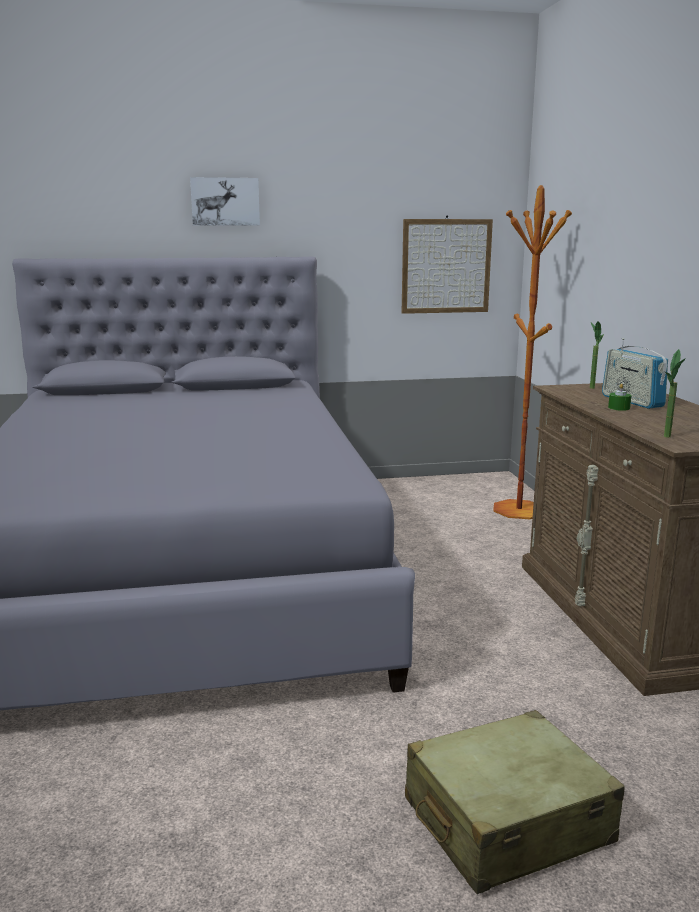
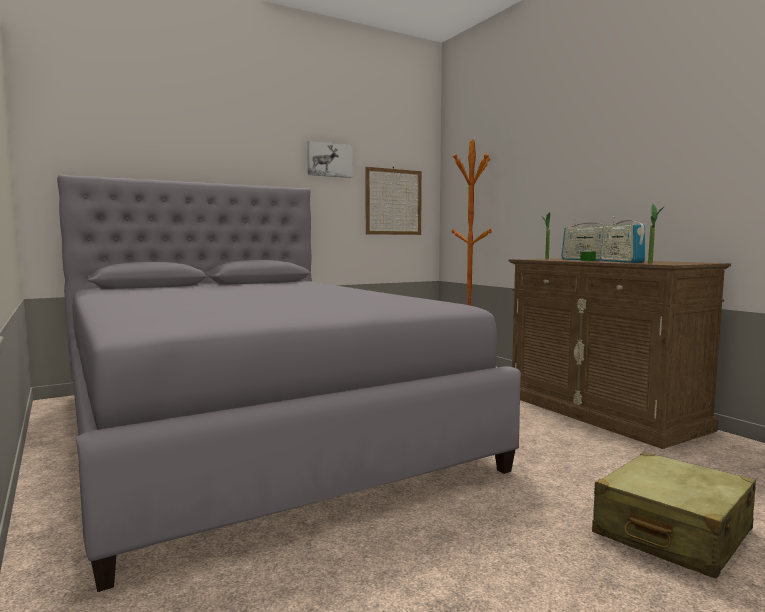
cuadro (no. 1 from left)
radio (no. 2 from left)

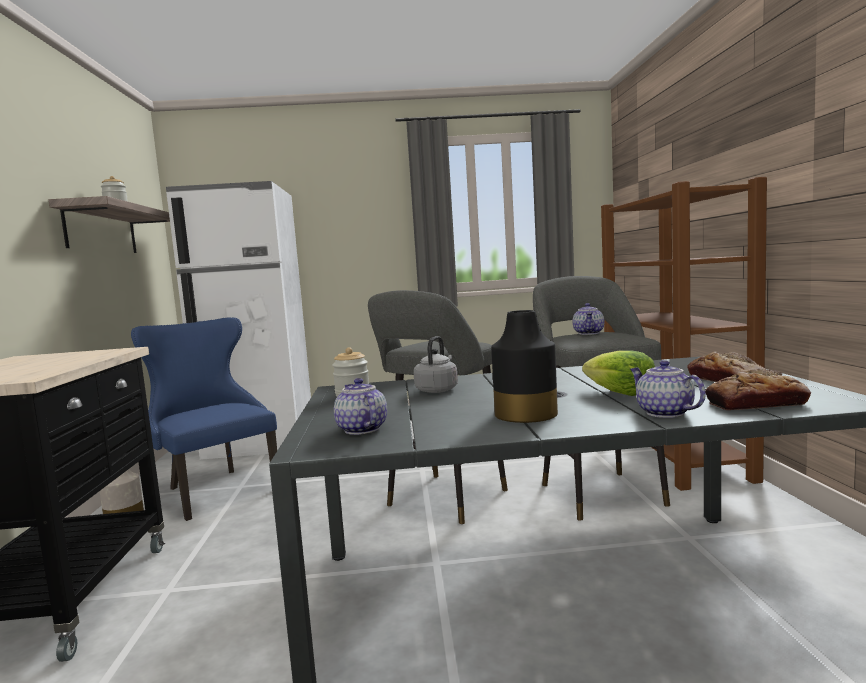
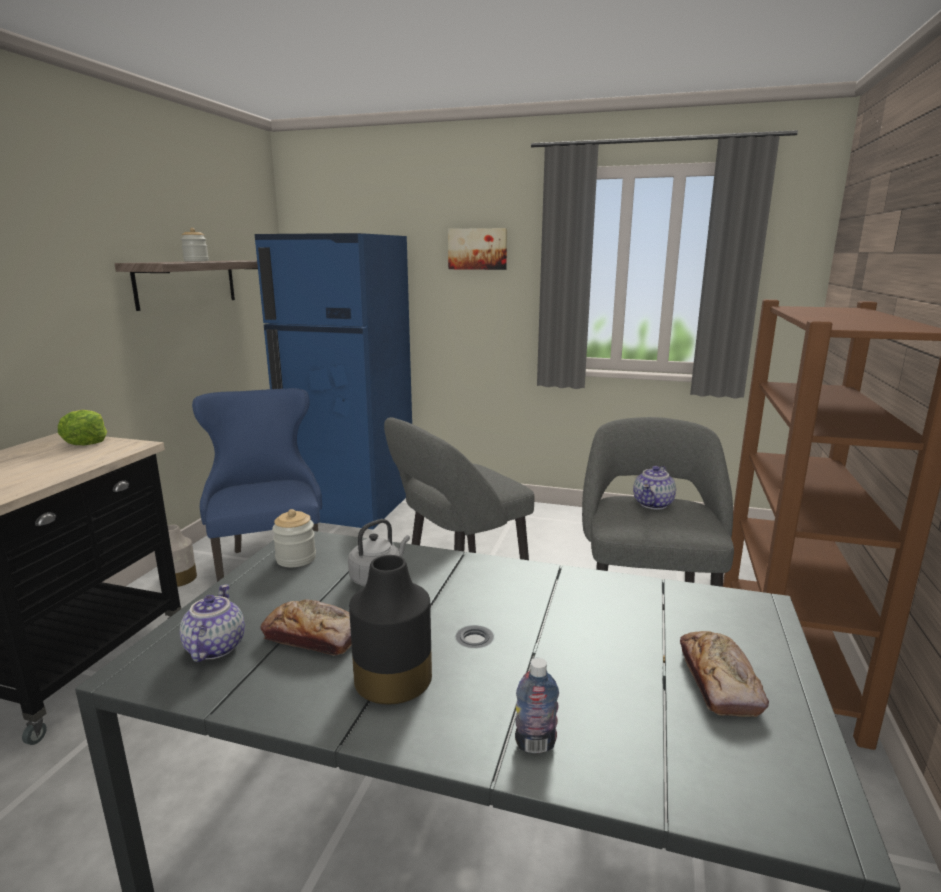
lechuga
nevera [azul]
pan (no. 1 from left)
cuadro
botella

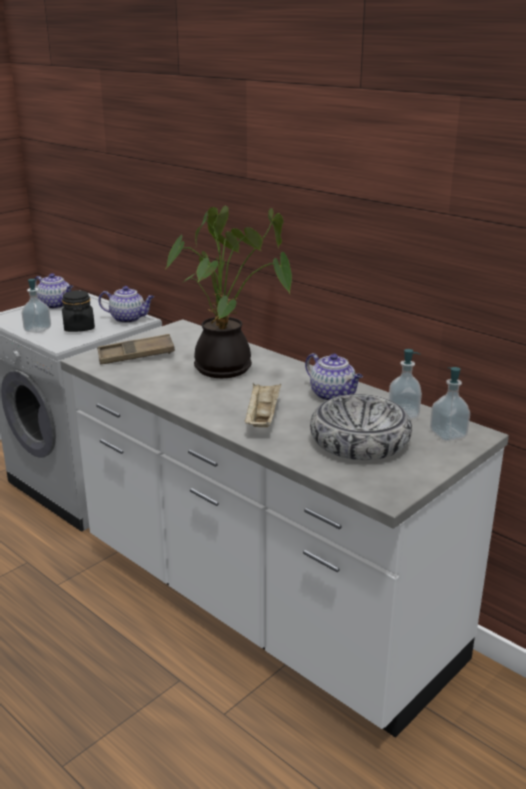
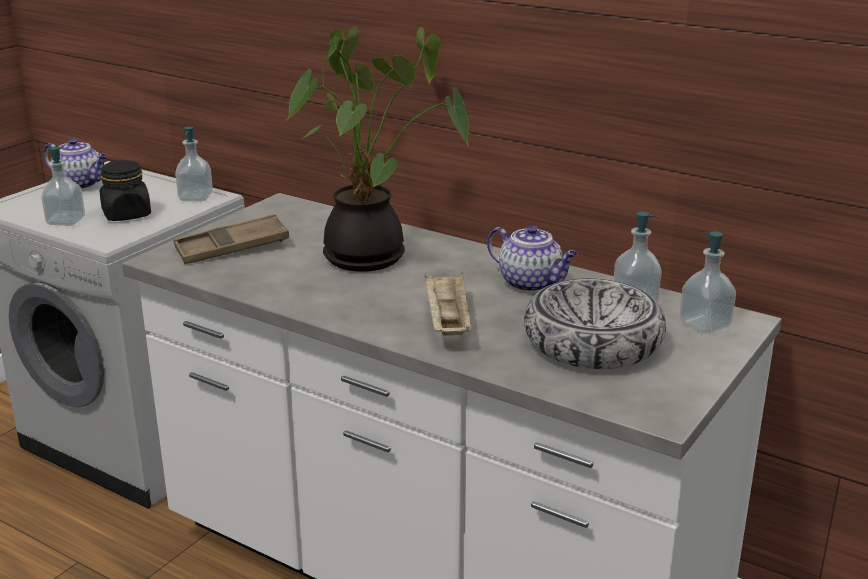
dispensador de jabón (no. 2 from left)

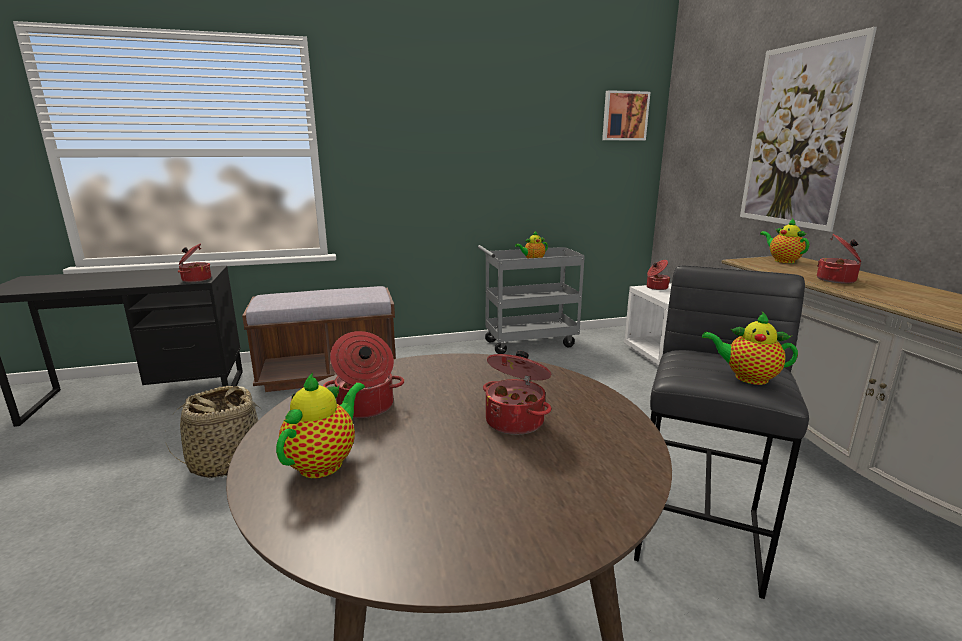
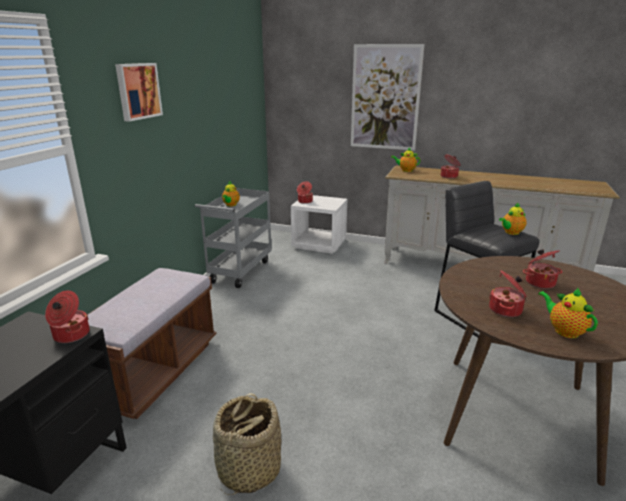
cuadro (no. 1 from left)

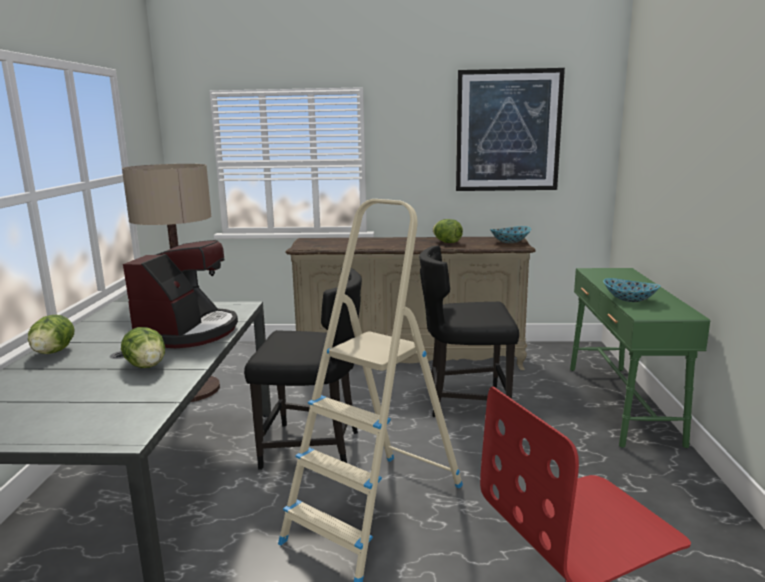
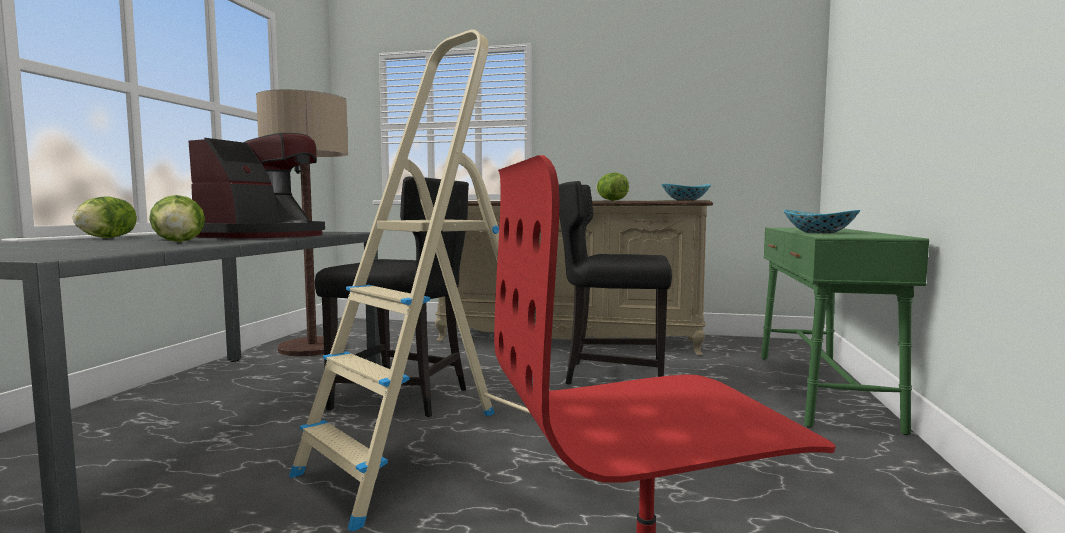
cuadro

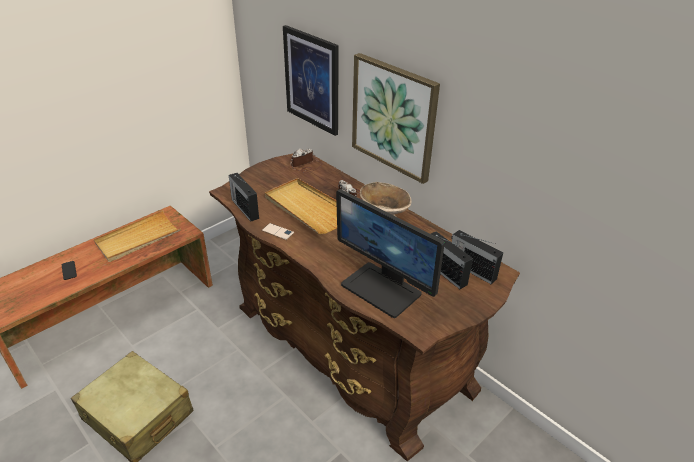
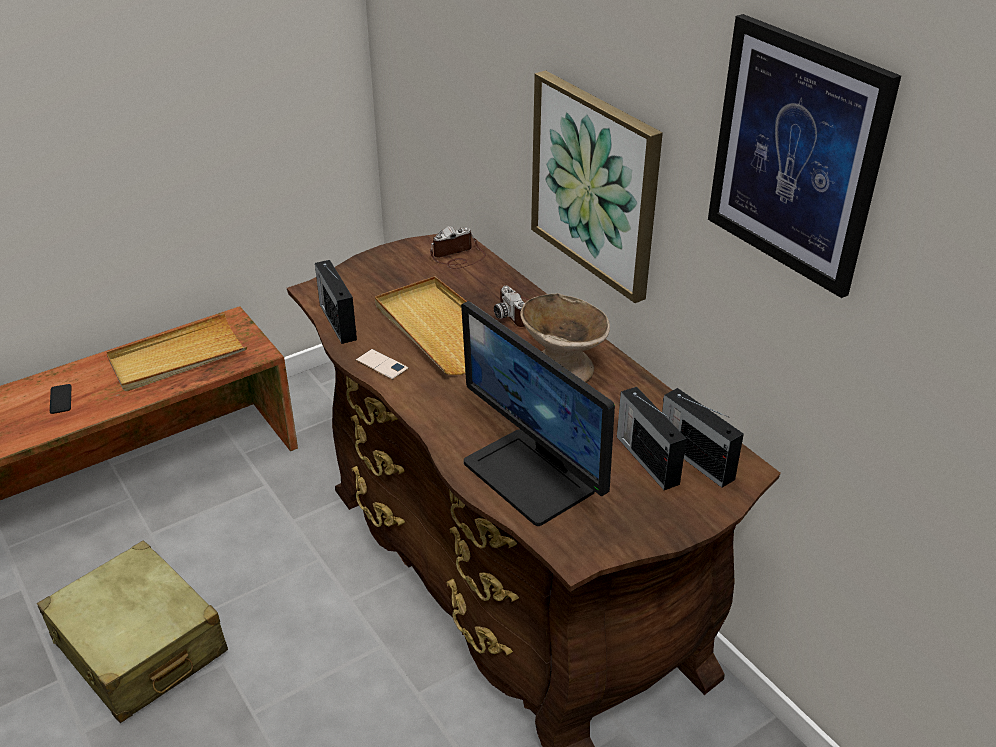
cuadro (no. 2 from left)

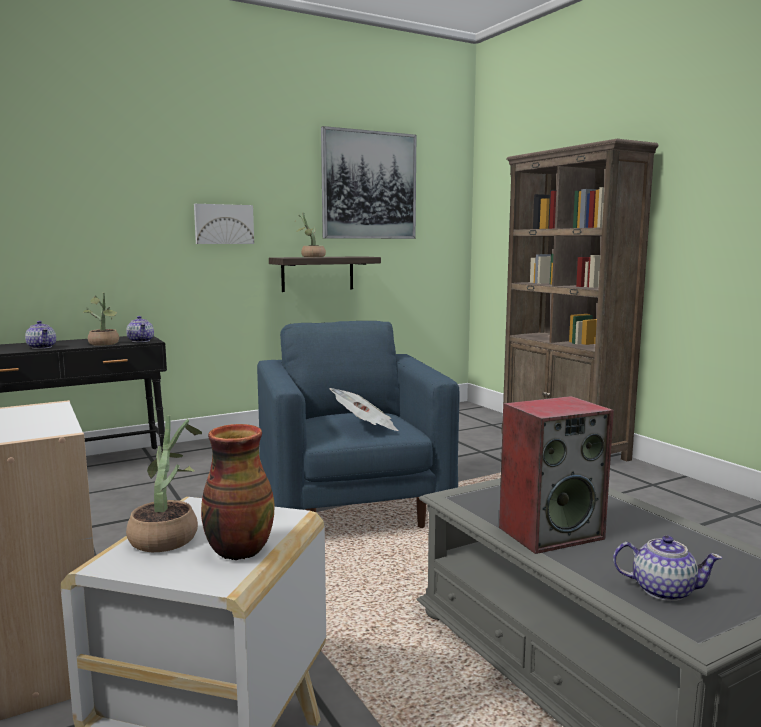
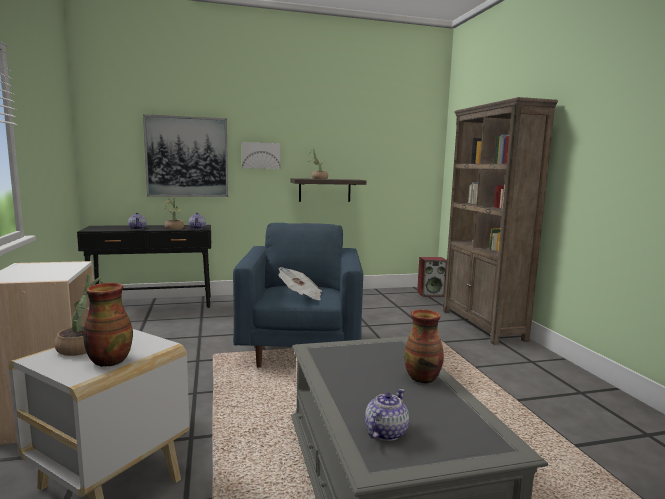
cuadro (no. 1 from left)
tetera (no. 3 from left)
florero (no. 2 from left)
altavoz

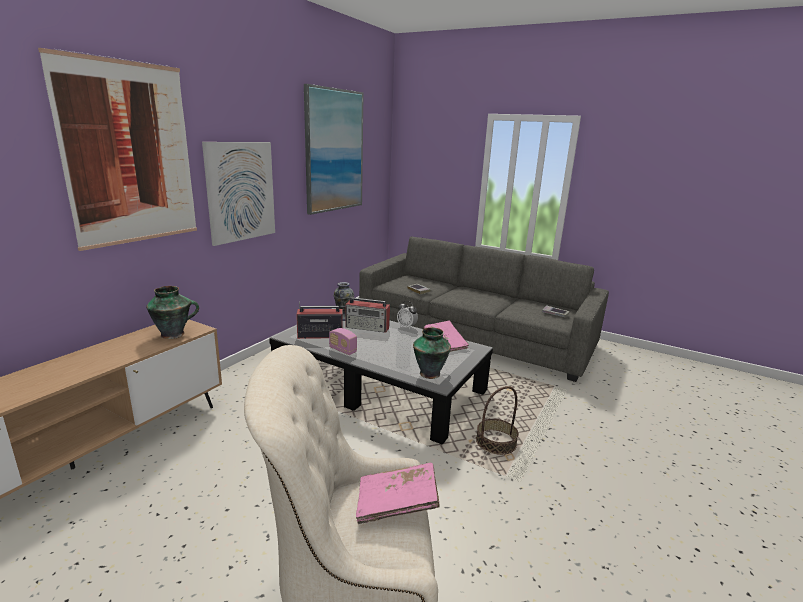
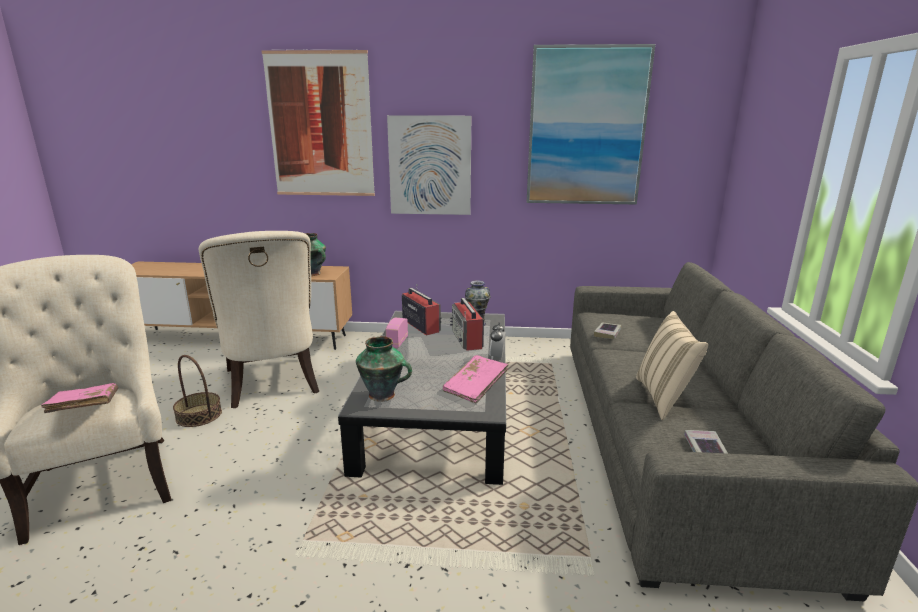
cesta
sillón [beis] (no. 2 from left)
cojín [beis]

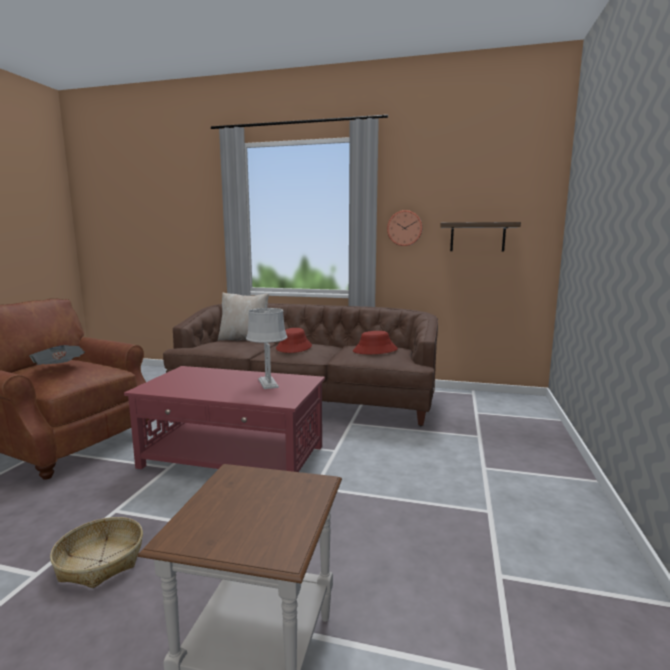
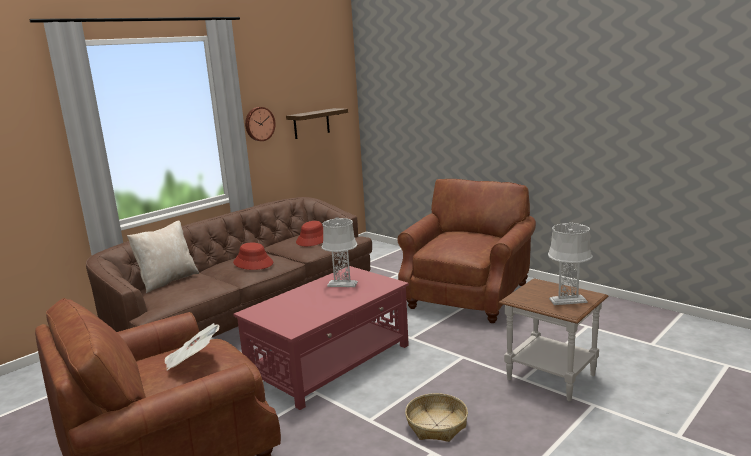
sillón [marrón] (no. 2 from left)
lámpara de mesa [gris] (no. 2 from left)

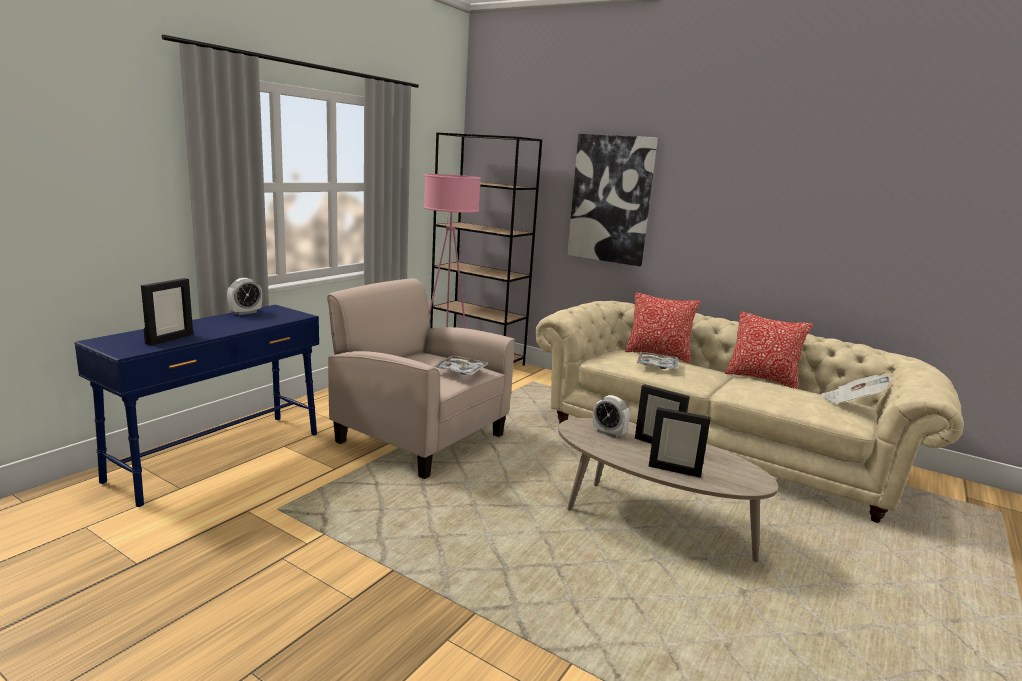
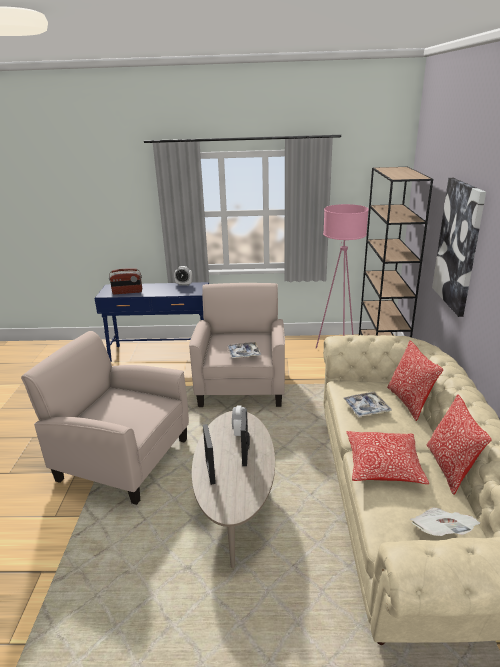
sillón [beis] (no. 1 from left)
radio
cojín (no. 1 from left)

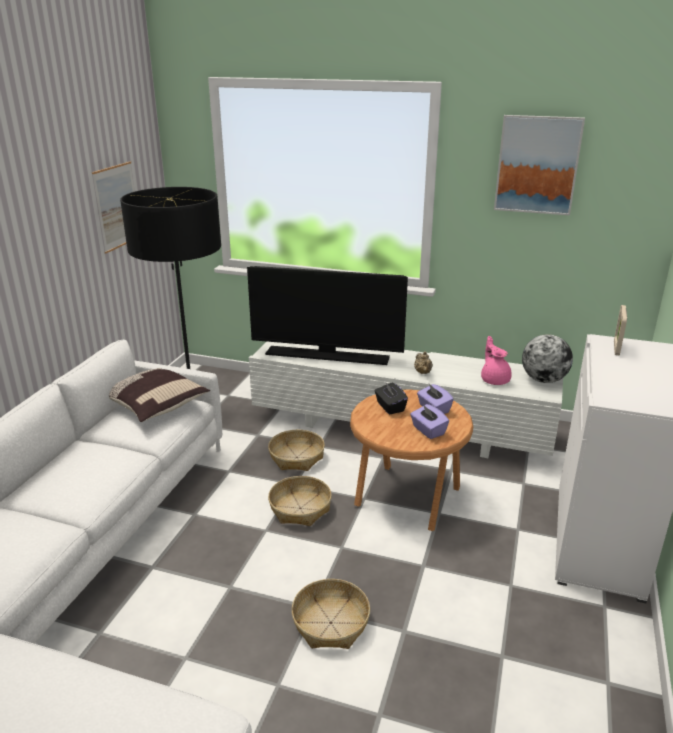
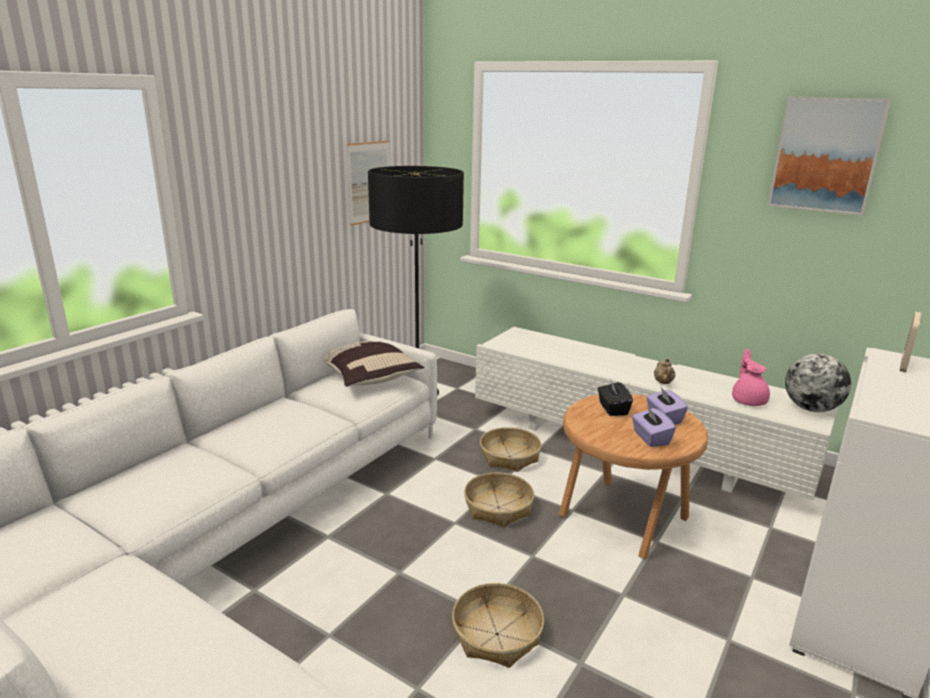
televisor

